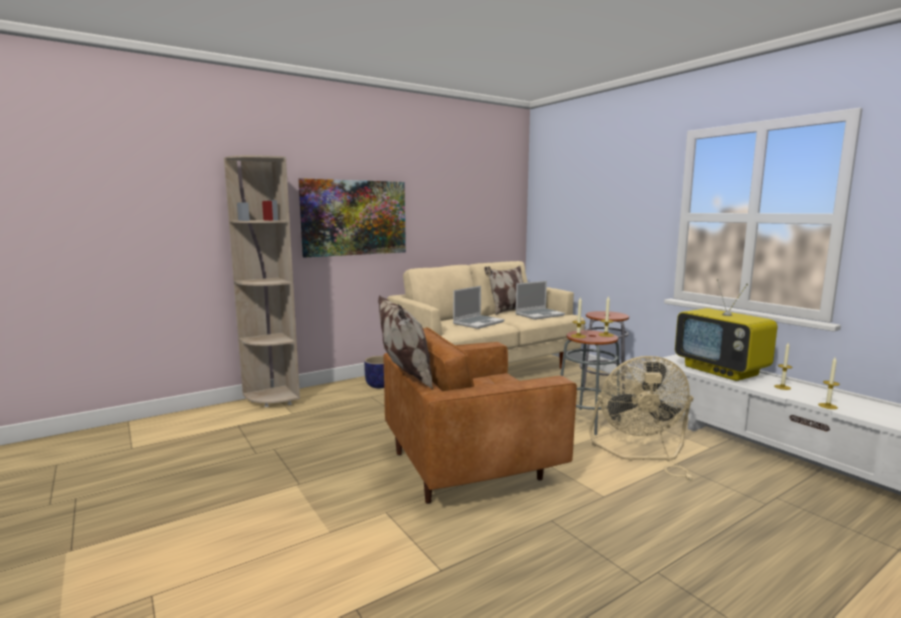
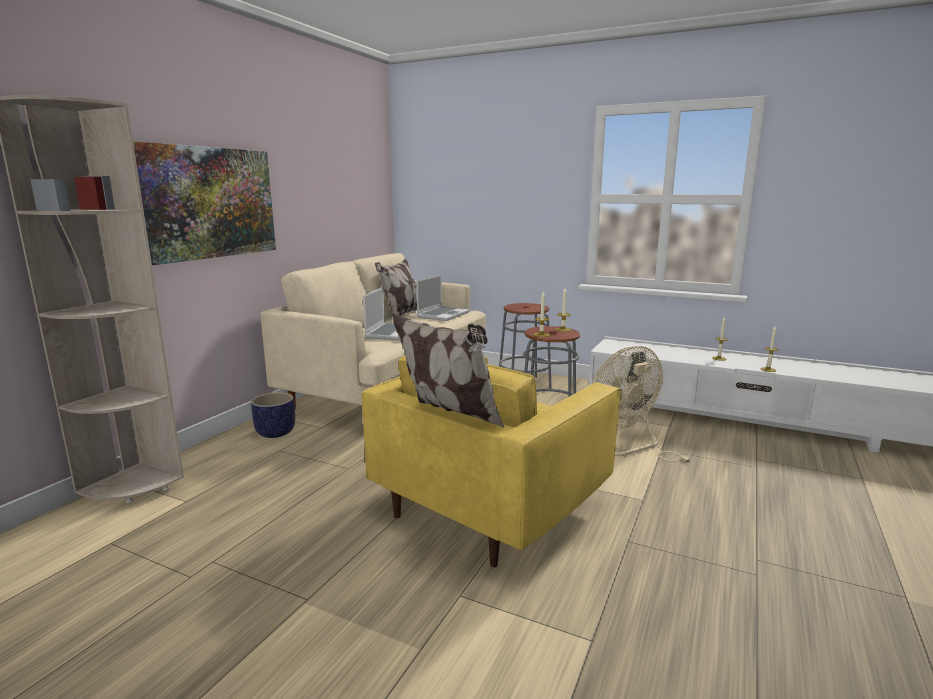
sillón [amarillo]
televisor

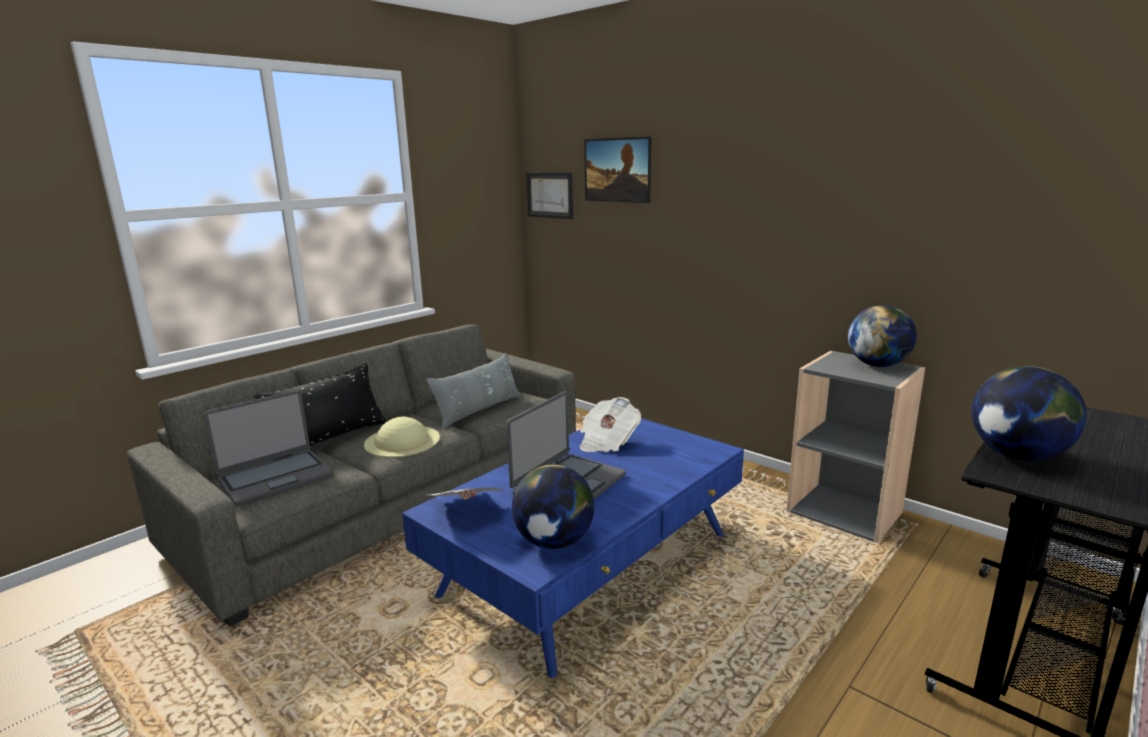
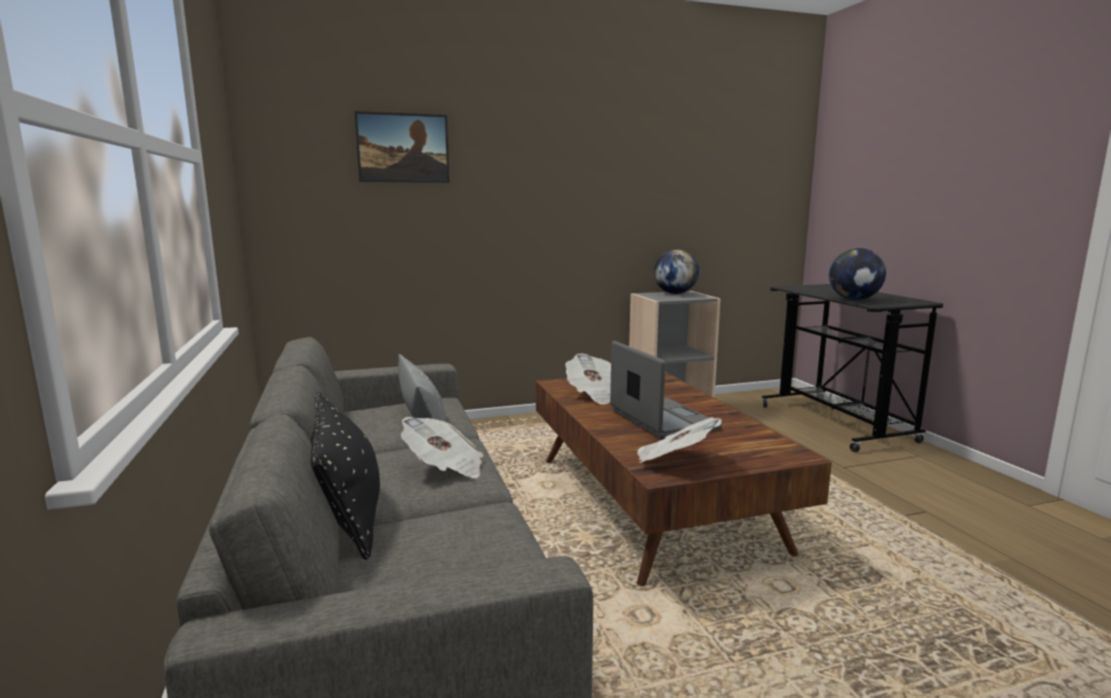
periódico (no. 1 from left)
mesa de centro [marrón]
portátil (no. 1 from left in the first image)
globo terráqueo (no. 1 from left in the first image)
cuadro (no. 1 from left in the first image)

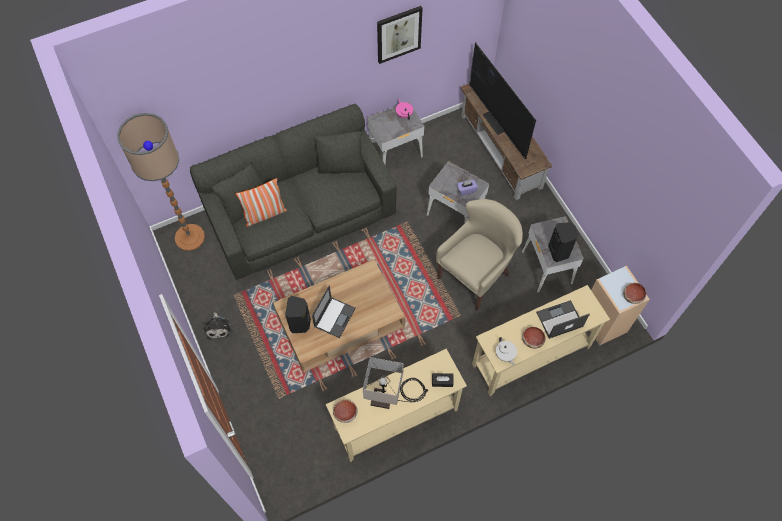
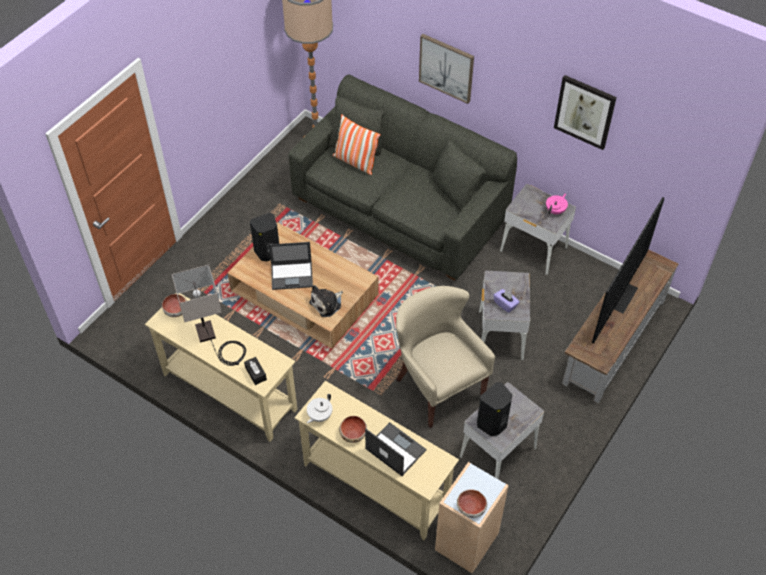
peluche
sillón [beis]
cuadro (no. 1 from left)

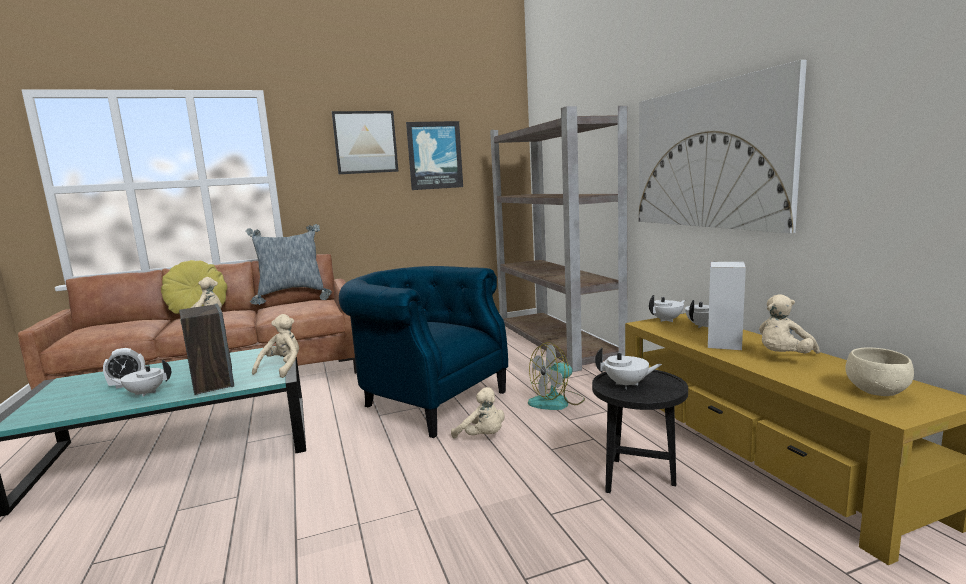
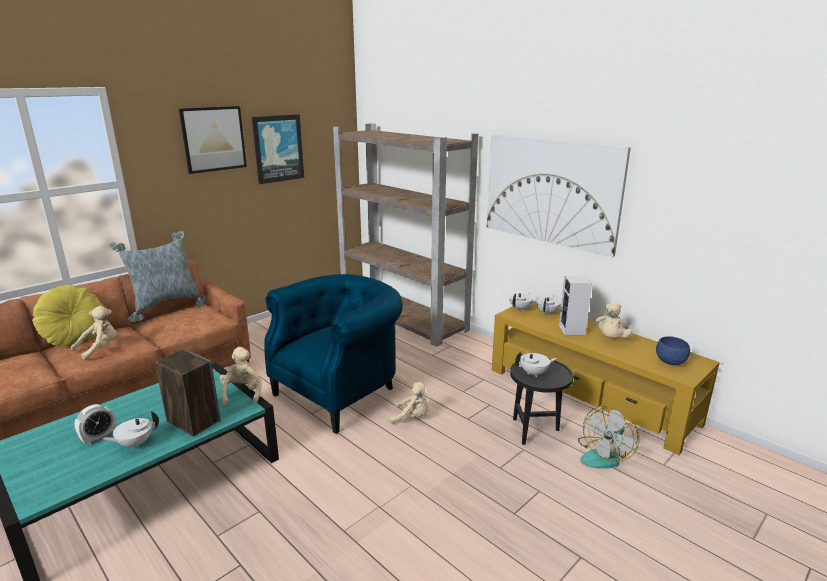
sillón [azul]
ventilador
cuenco [azul]

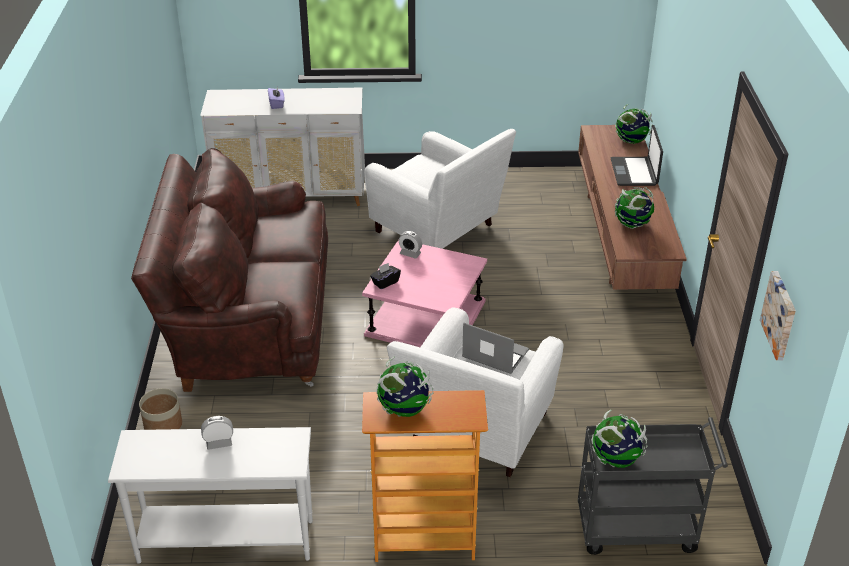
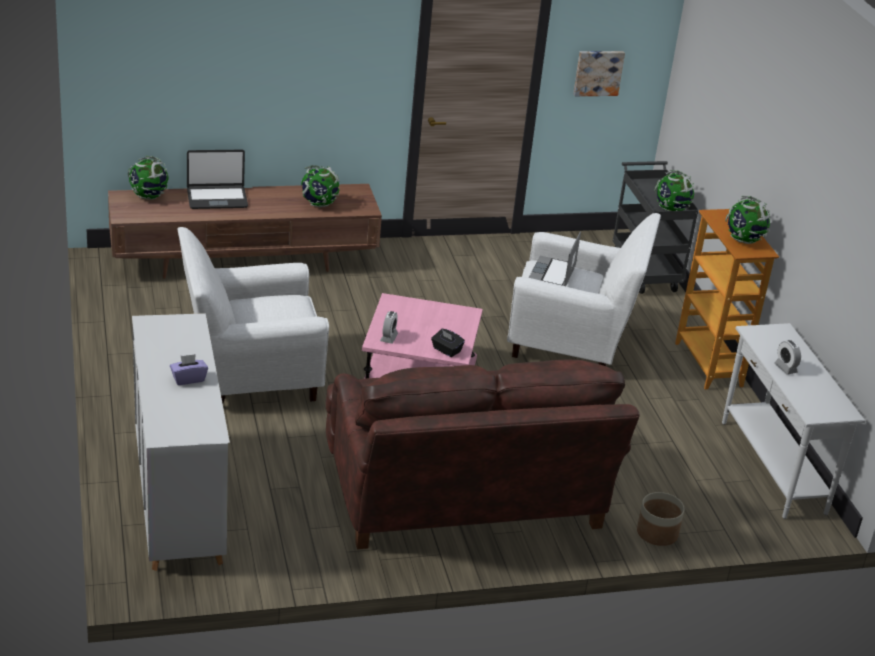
sillón [blanco] (no. 1 from left)

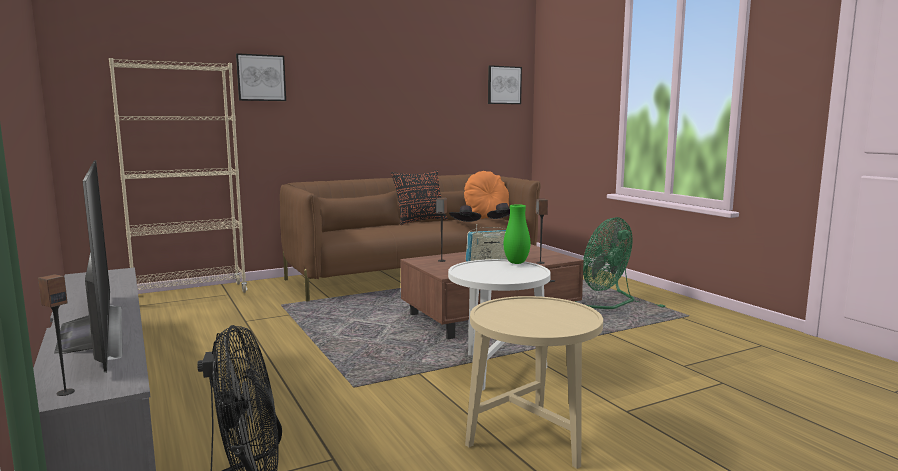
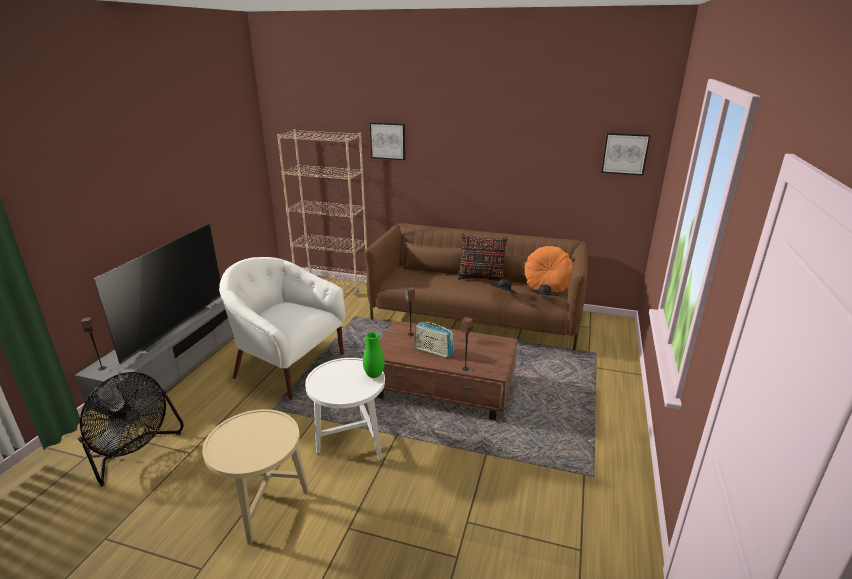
sillón [blanco]
ventilador [verde]

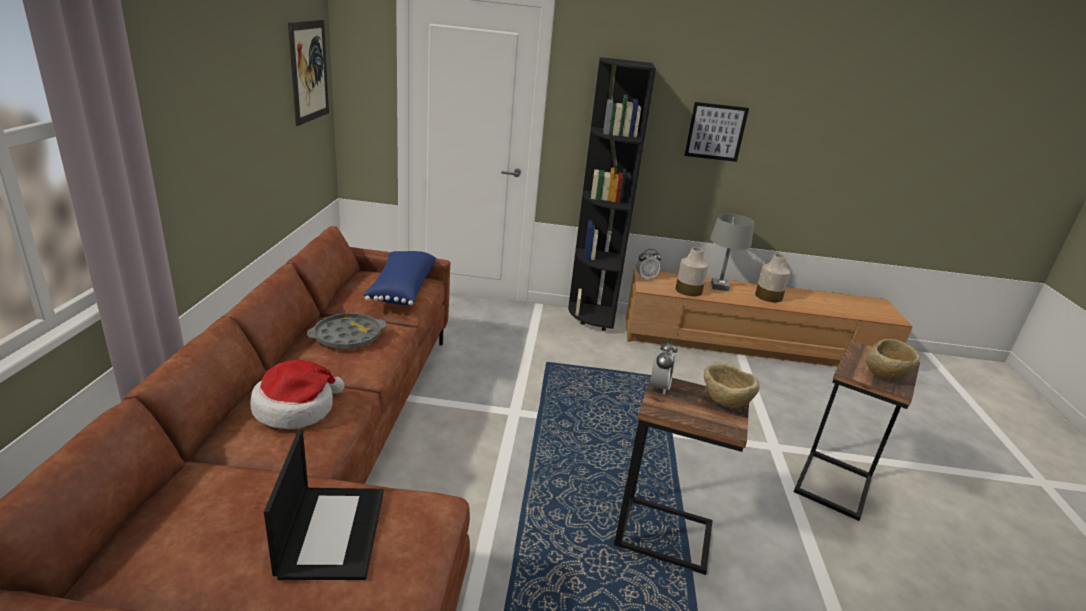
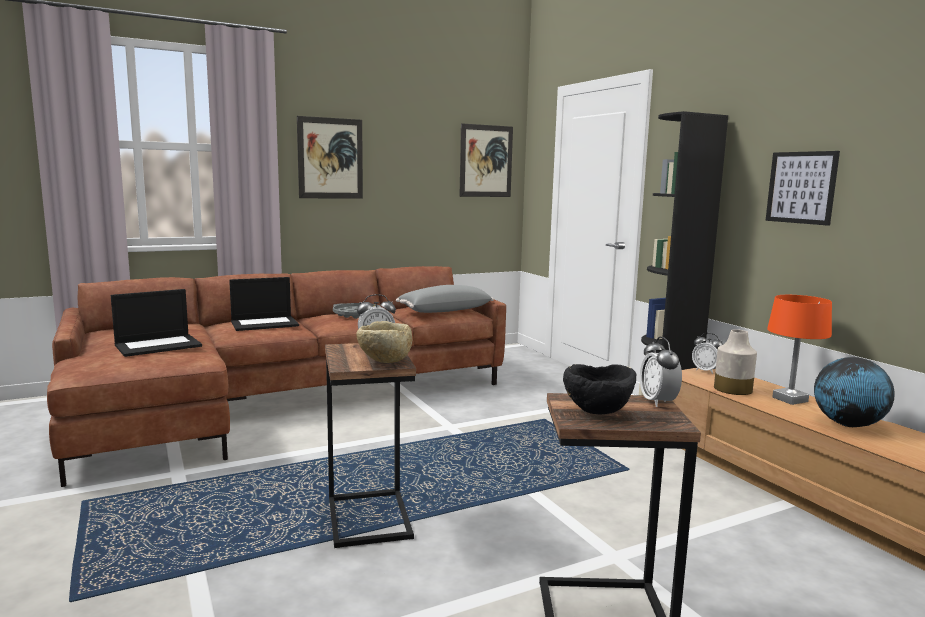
portátil (no. 2 from left)
cuadro (no. 1 from left)
cojín [gris]
cuenco [negro]
despertador (no. 2 from left)
lámpara de mesa [naranja]
globo terráqueo

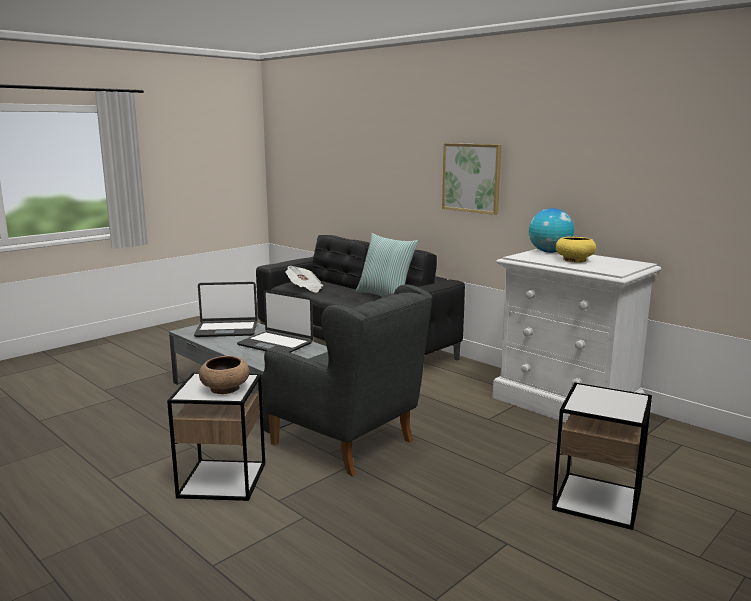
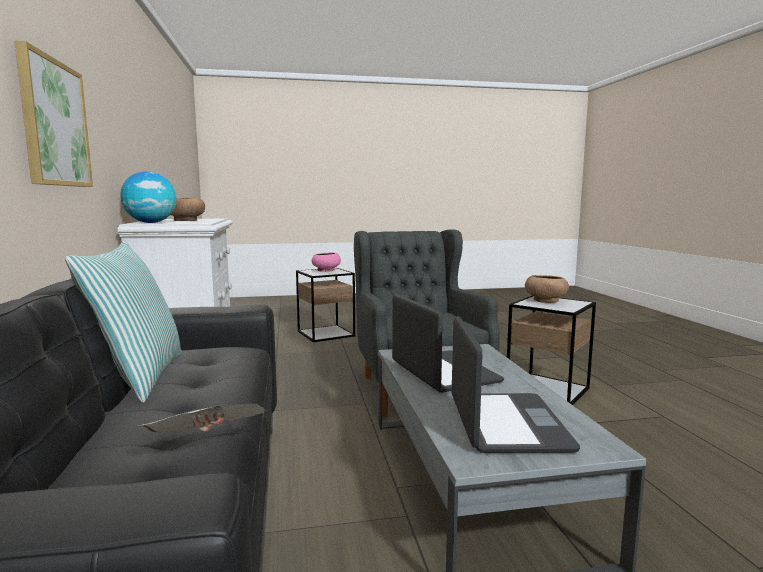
cuenco [marrón] (no. 1 from left)
cuenco [rosa]
portátil (no. 2 from left)

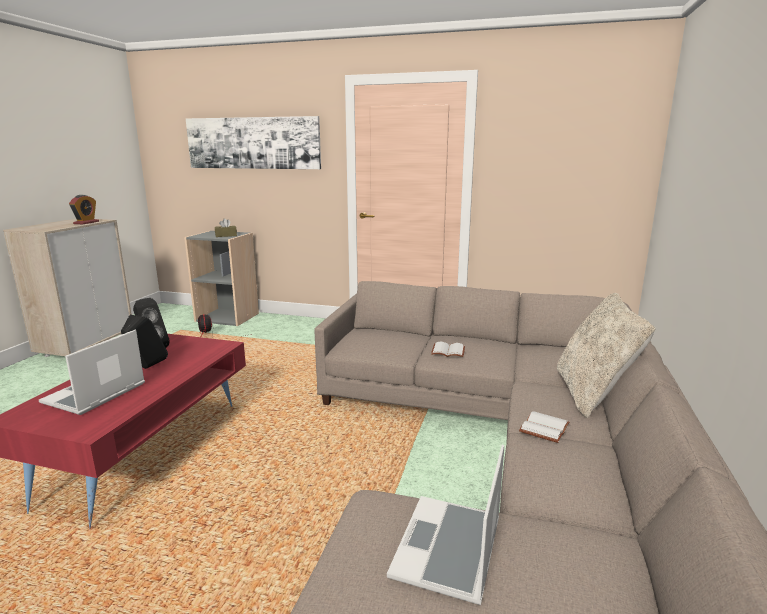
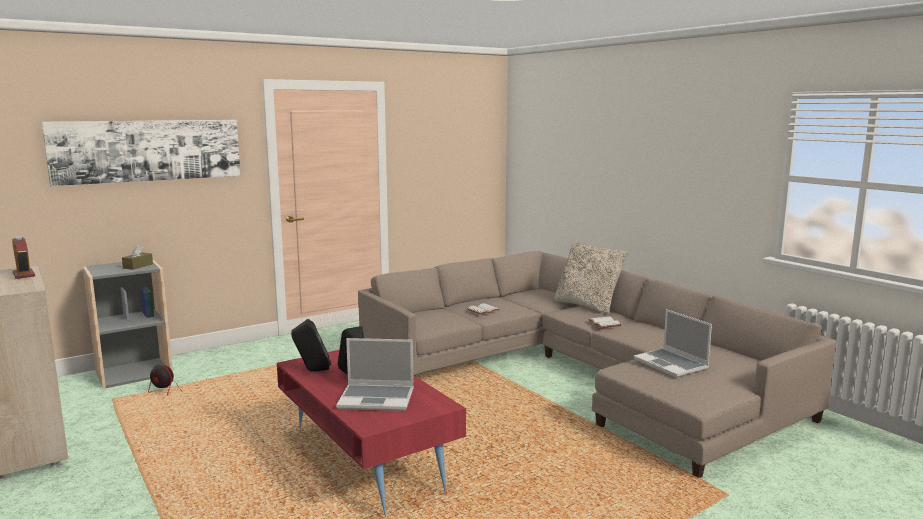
portátil (no. 1 from left)

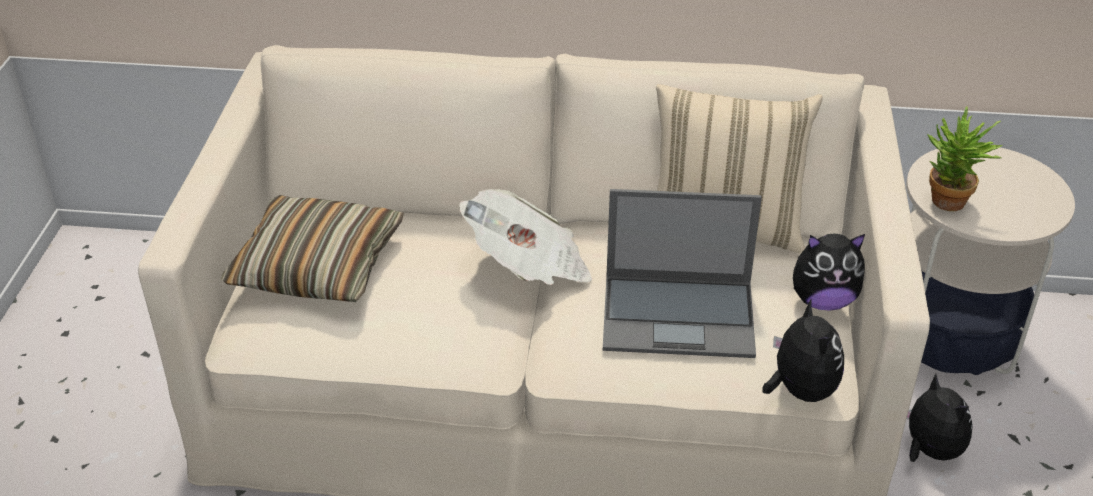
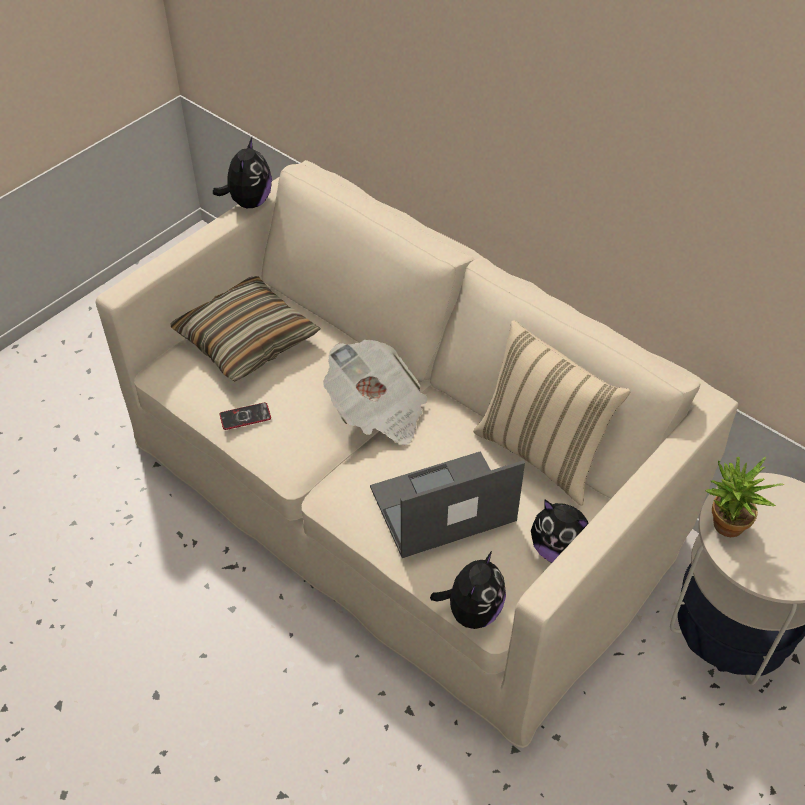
peluche (no. 1 from left)
móvil
portátil

